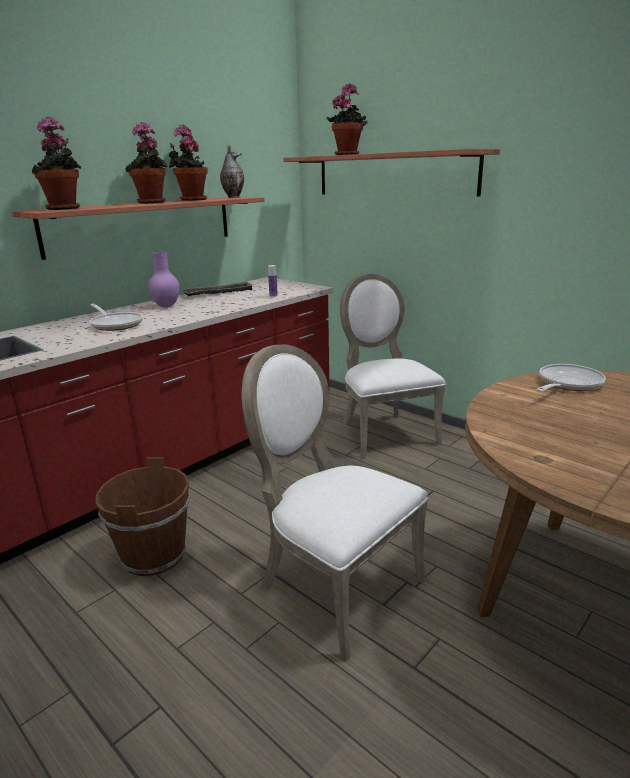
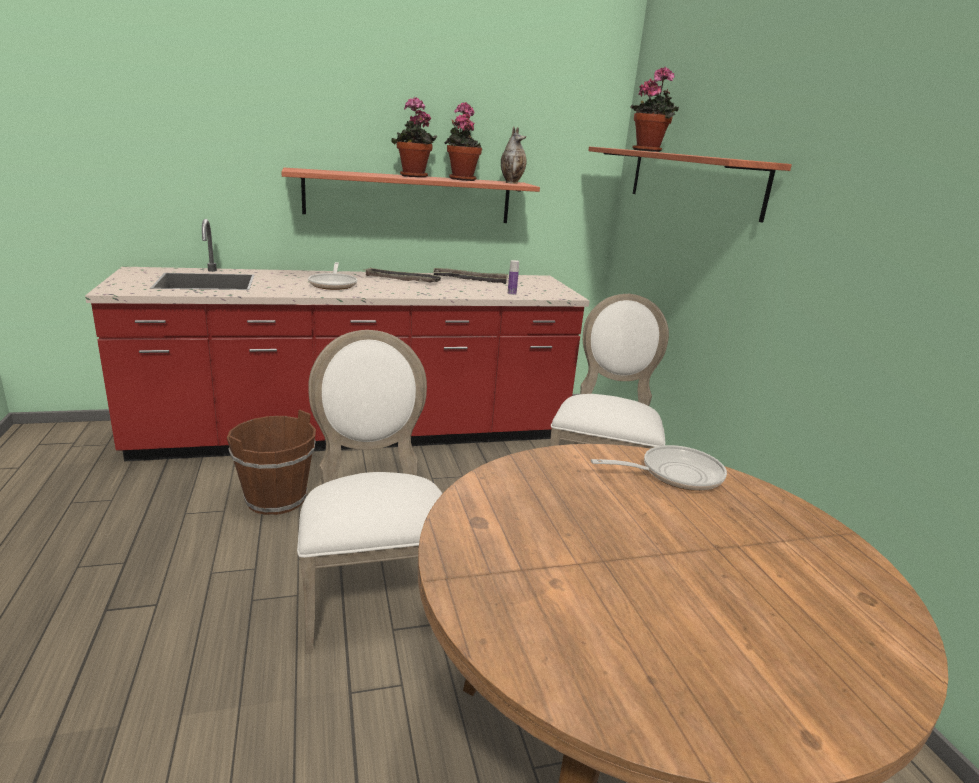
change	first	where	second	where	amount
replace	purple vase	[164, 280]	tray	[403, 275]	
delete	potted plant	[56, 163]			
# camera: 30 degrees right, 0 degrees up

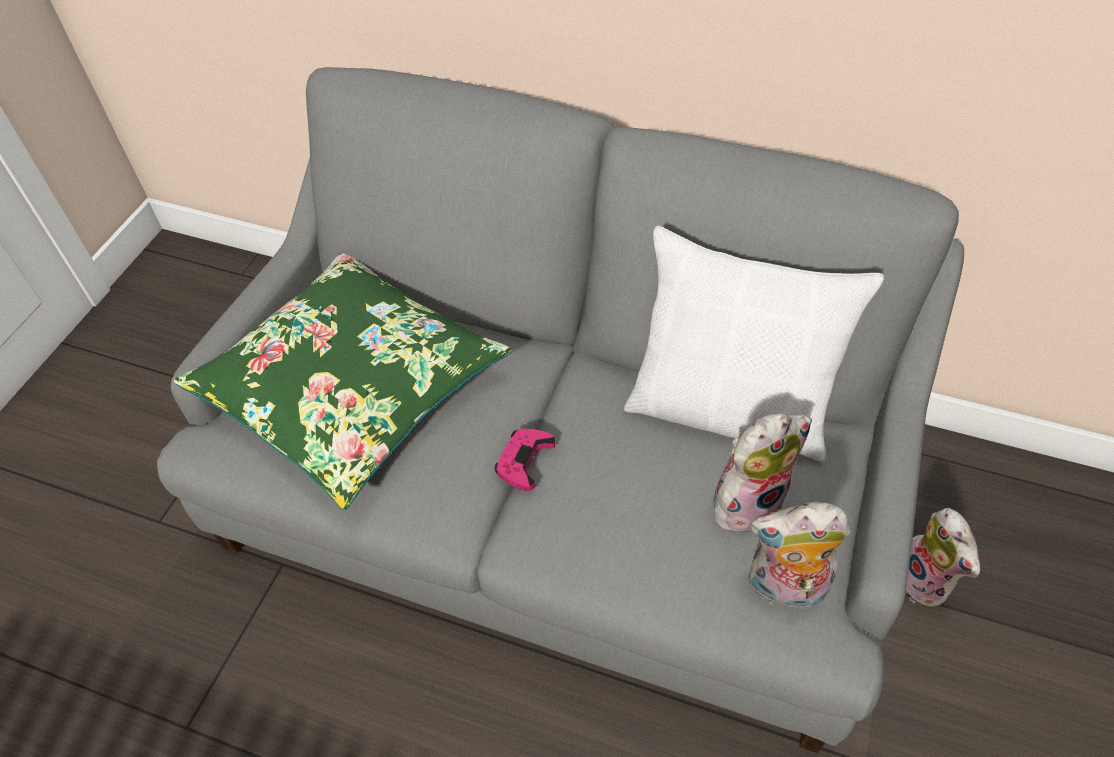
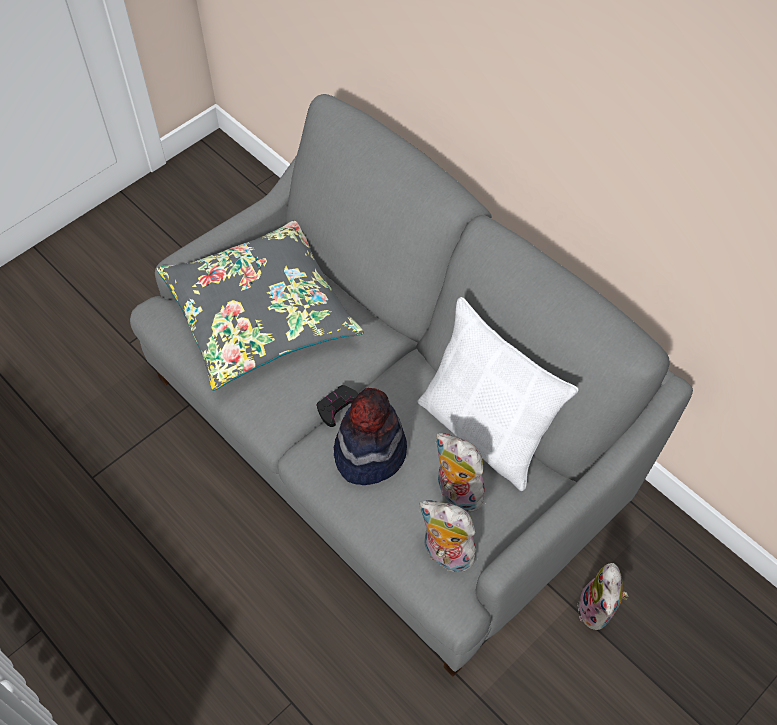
change	first	where	second	where	amount
recolor	green pillow	[343, 381]	grey pillow	[260, 305]	
recolor	pink game controller	[525, 460]	black game controller	[337, 406]	
insert			hat	[370, 436]	
rotate	plush toy	[762, 475]		[460, 472]	135 degrees counterclockwise
# camera: 25 degrees right, 5 degrees up

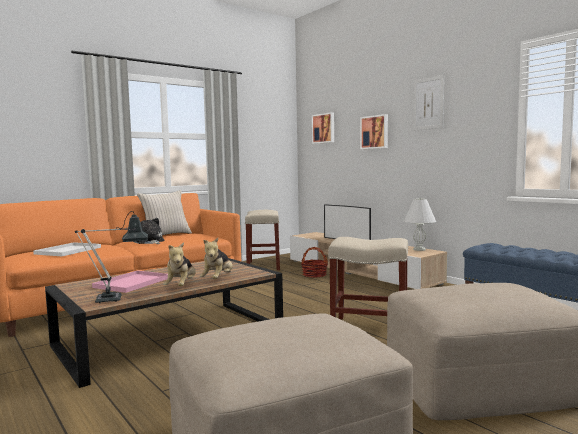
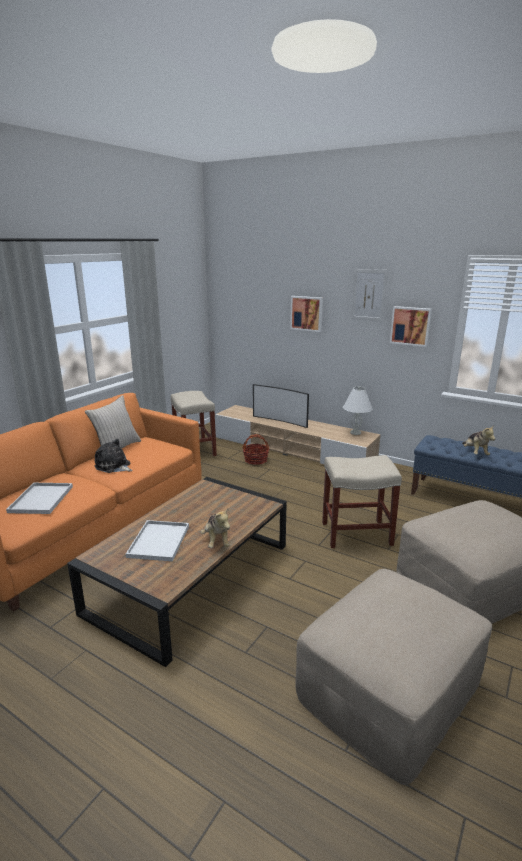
change	first	where	second	where	amount
recolor	pink tray	[130, 281]	white tray	[157, 541]	
move	picture	[323, 128]		[411, 326]	
move	plush toy	[216, 258]		[478, 440]	
delete	table lamp	[111, 257]			
# camera: 20 degrees left, 15 degrees up

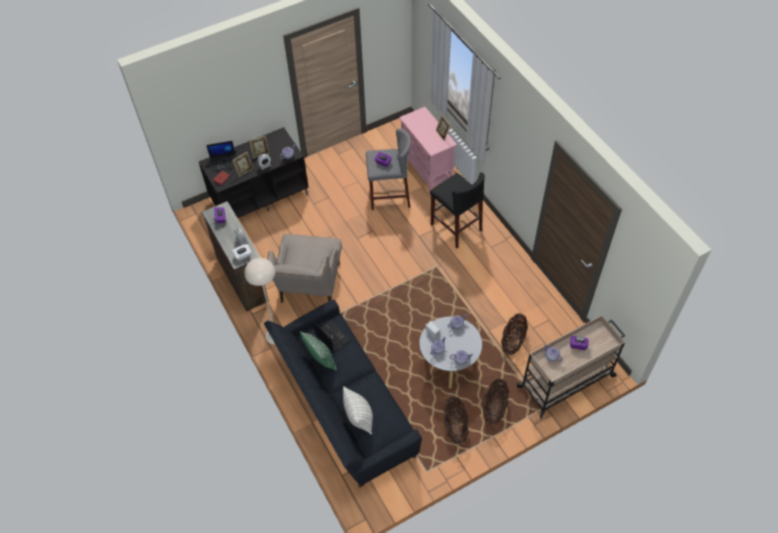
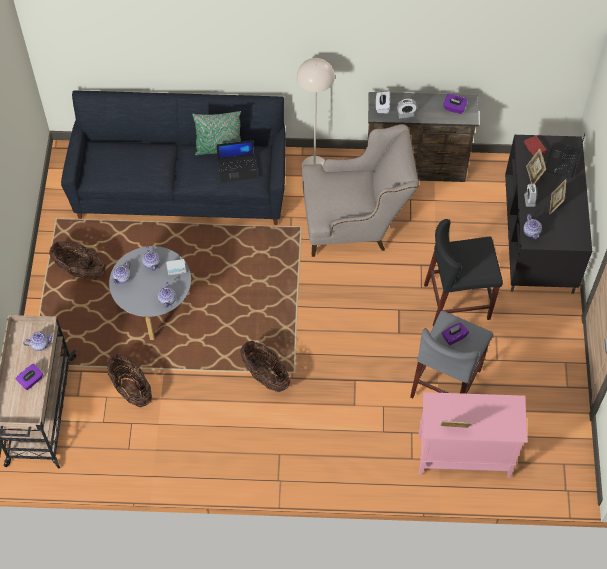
change	first	where	second	where	amount
move	basket	[496, 401]		[265, 366]	
rotate	beige armchair	[304, 268]		[360, 190]	135 degrees clockwise
move	black stool	[457, 210]		[463, 272]	
delete	pillow	[358, 410]			
# camera: 120 degrees right, 5 degrees up

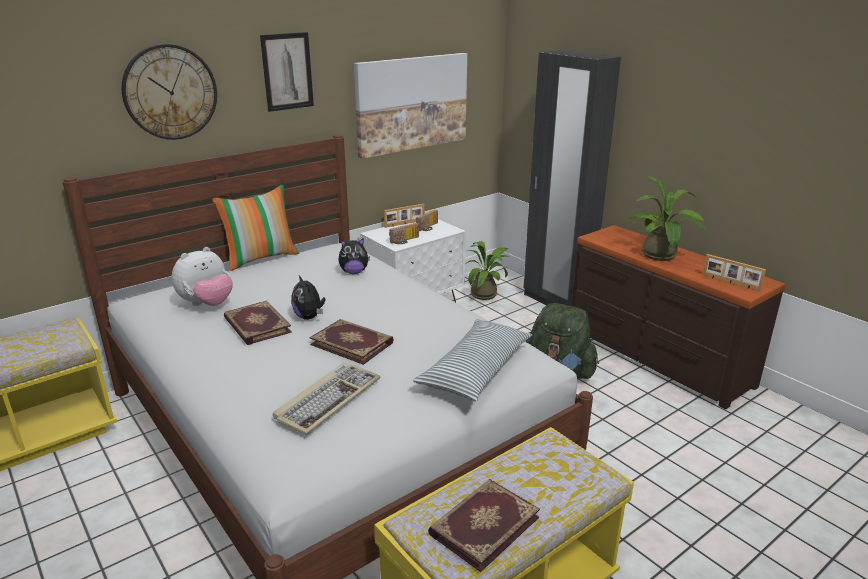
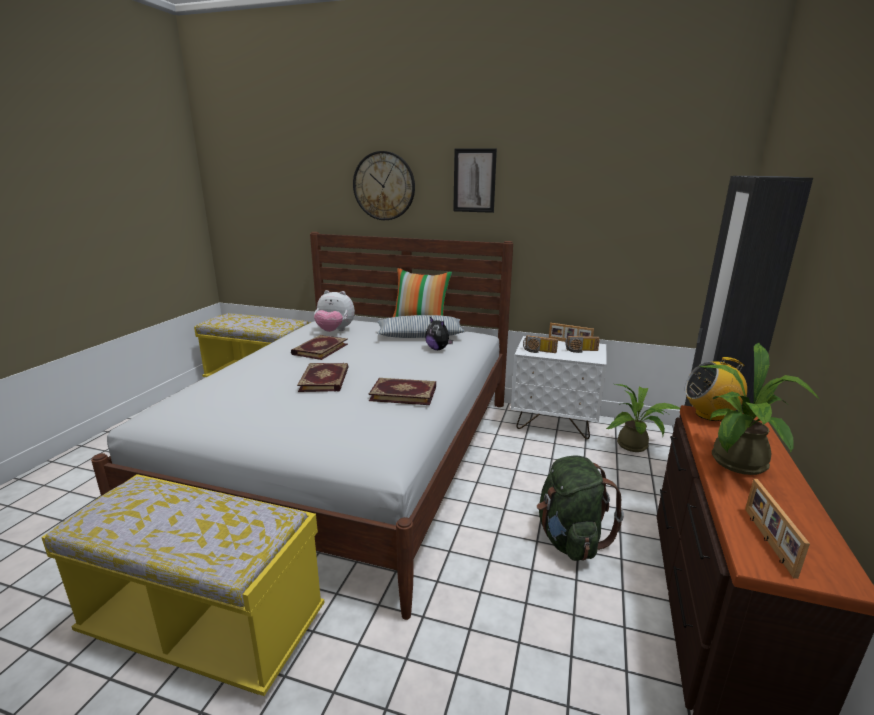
change	first	where	second	where	amount
move	book	[484, 525]		[402, 391]	
move	pillow	[472, 360]		[421, 326]	
insert			radio	[716, 389]	
delete	keyboard	[326, 398]			
delete	plush toy	[308, 297]			
delete	picture	[410, 106]			
# camera: 55 degrees right, 5 degrees down

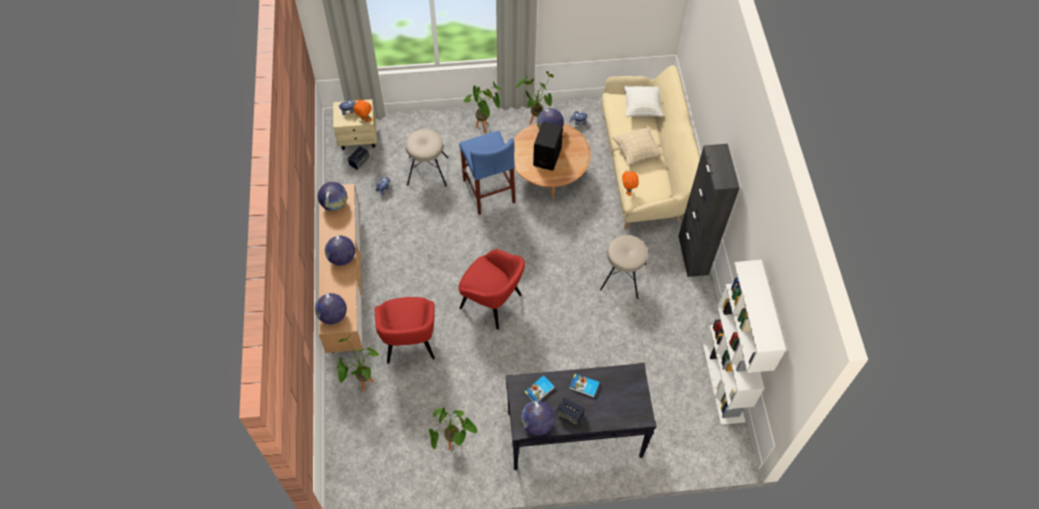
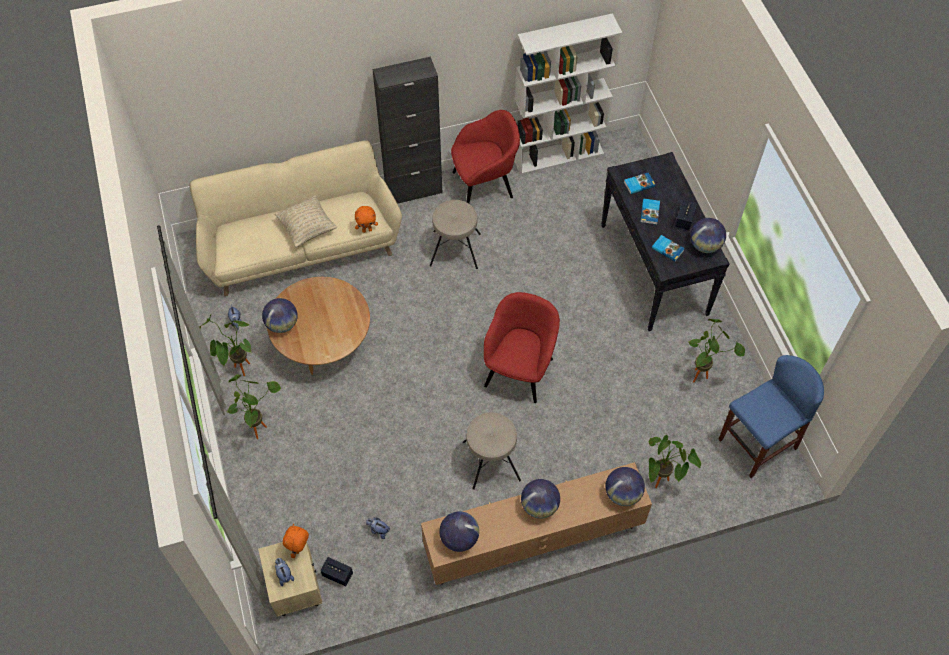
change	first	where	second	where	amount
move	red armchair	[404, 330]		[485, 156]	
move	beige stool	[427, 157]		[492, 451]	
insert			book	[639, 183]	
move	blue stool	[487, 173]		[771, 416]	
delete	black speaker	[548, 146]			
delete	white pillow	[643, 101]			
# camera: 100 degrees left, 0 degrees up

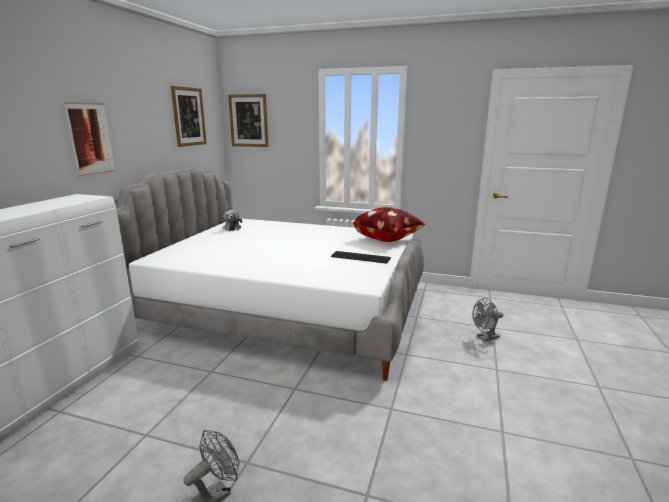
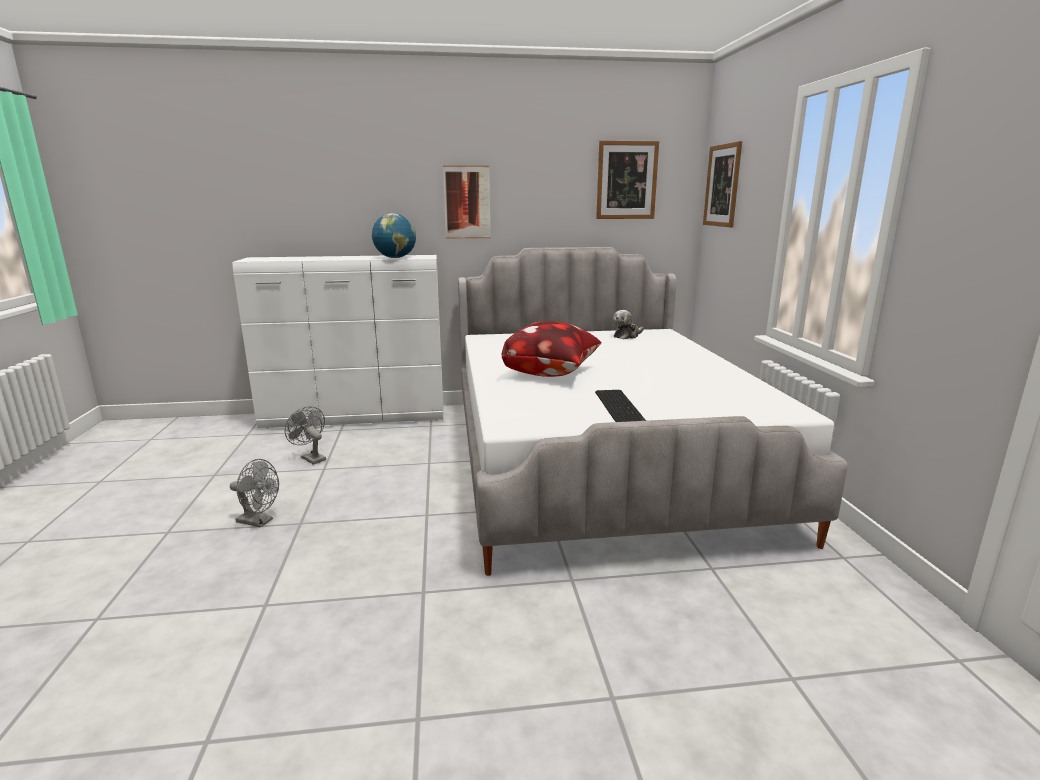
change	first	where	second	where	amount
move	grey fan	[487, 320]		[305, 435]	
insert			globe	[394, 235]	
move	pillow	[389, 224]		[551, 349]	
# camera: 65 degrees right, 0 degrees up

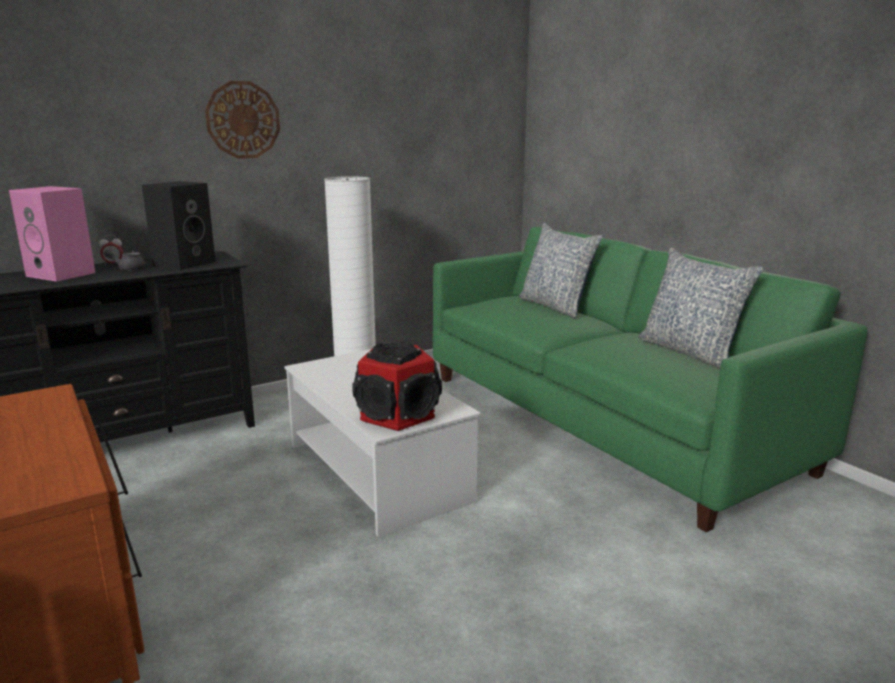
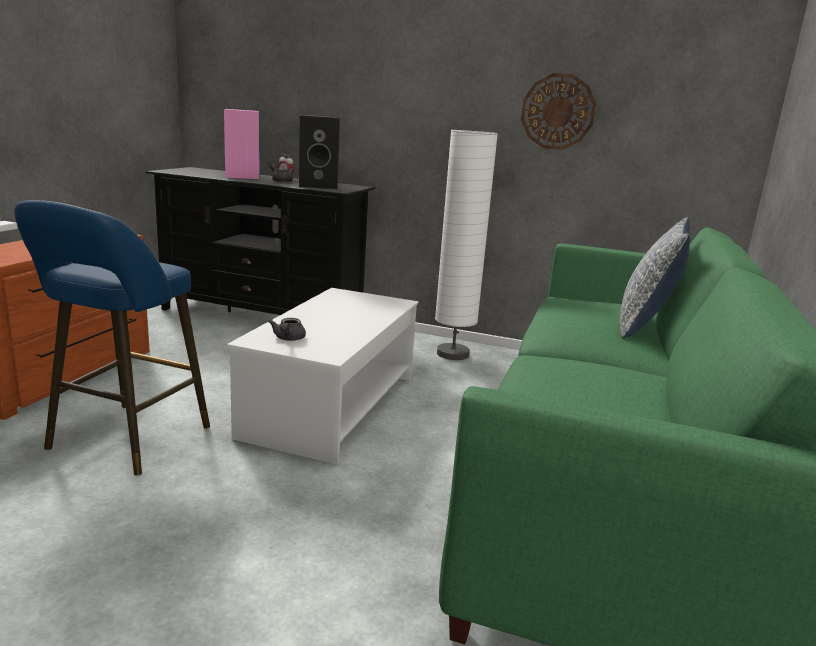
change	first	where	second	where	amount
insert			blue stool	[112, 338]	
replace	speaker	[397, 386]	grey teapot	[287, 329]	
move	wall clock	[242, 120]		[558, 111]	
delete	pillow	[700, 308]			
# camera: 50 degrees right, 0 degrees up

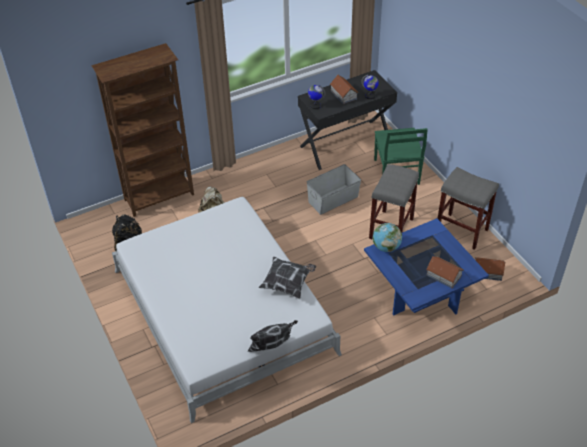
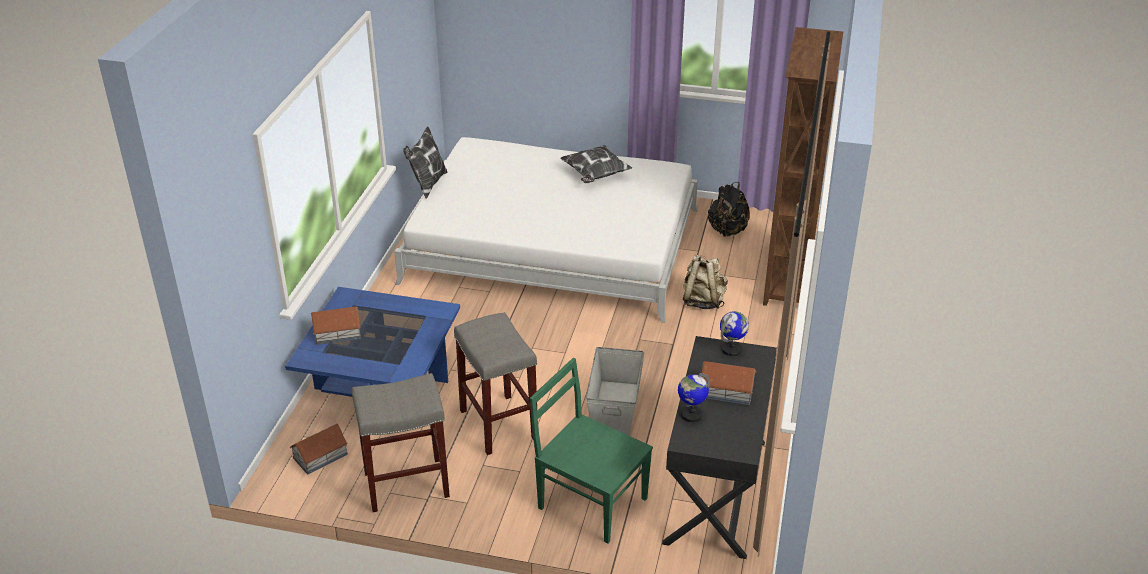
change	first	where	second	where	amount
move	pillow	[287, 278]		[596, 164]	
delete	globe	[387, 237]			
# camera: 130 degrees right, 10 degrees down

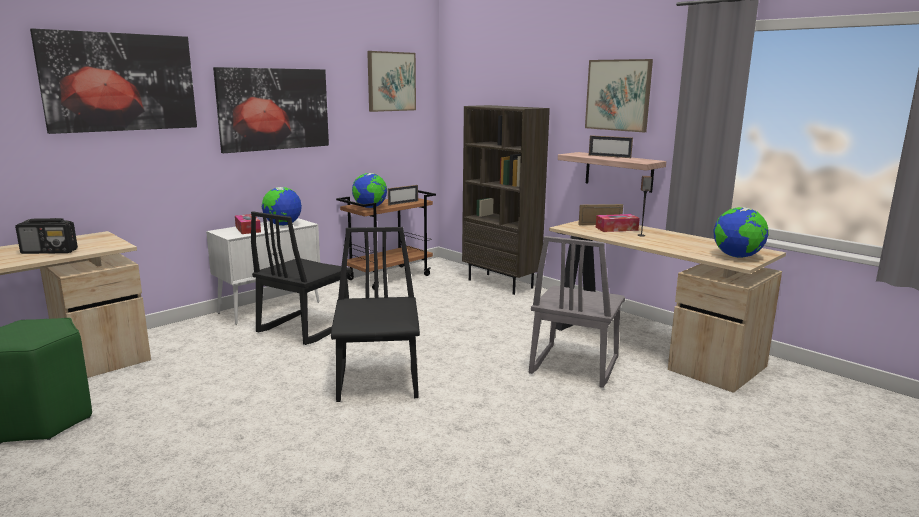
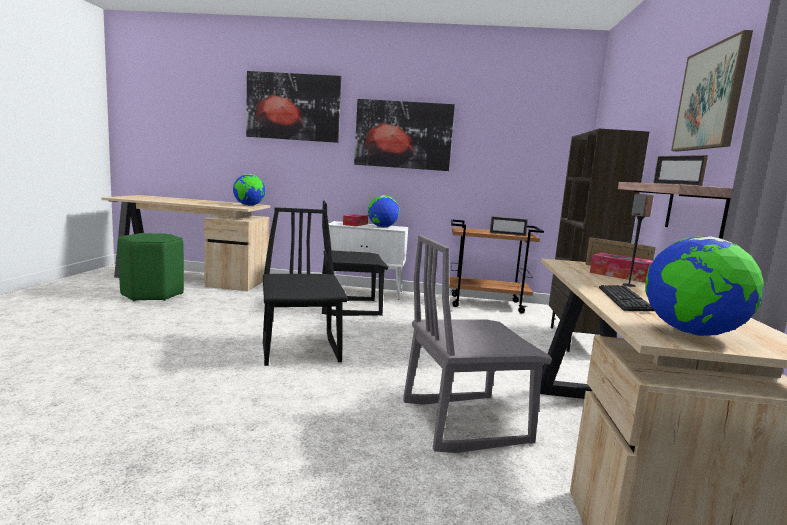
change	first	where	second	where	amount
move	globe	[369, 190]		[249, 190]	
rotate	black chair	[375, 314]		[305, 286]	60 degrees counterclockwise
insert			keyboard	[626, 298]	
delete	radio	[46, 236]			
delete	picture	[391, 81]			
# camera: 50 degrees right, 5 degrees down

